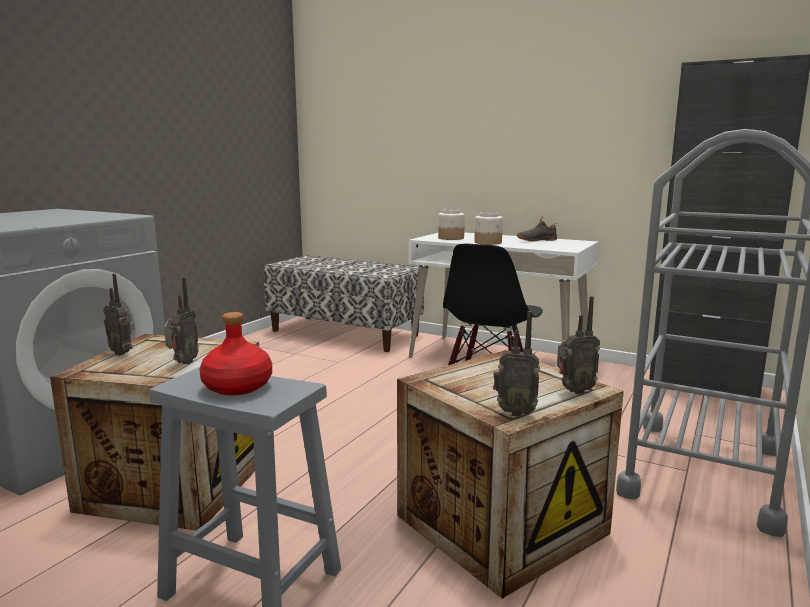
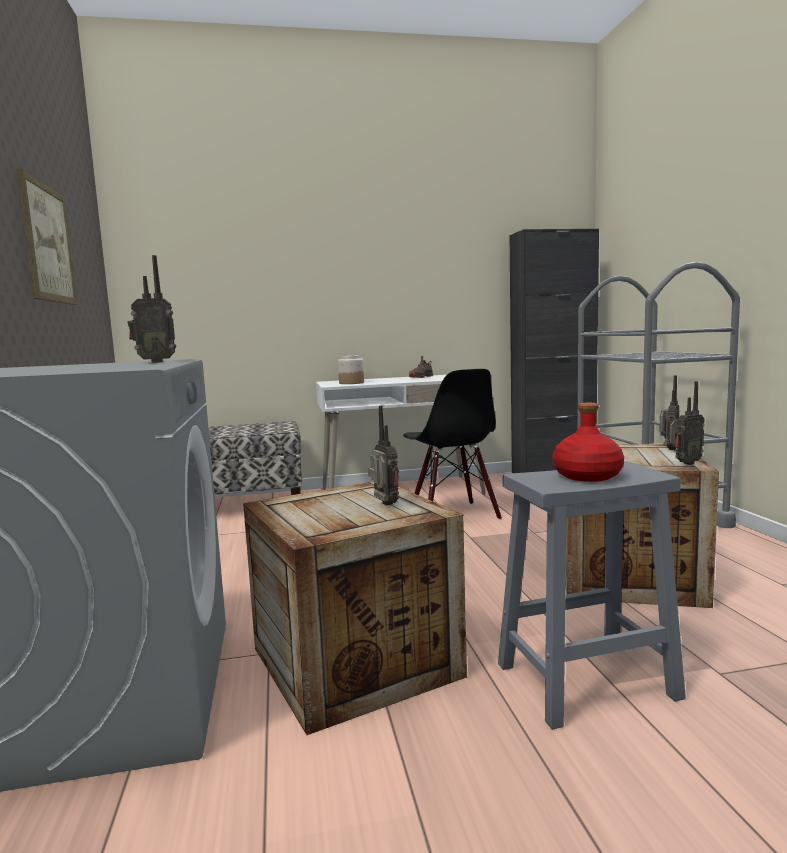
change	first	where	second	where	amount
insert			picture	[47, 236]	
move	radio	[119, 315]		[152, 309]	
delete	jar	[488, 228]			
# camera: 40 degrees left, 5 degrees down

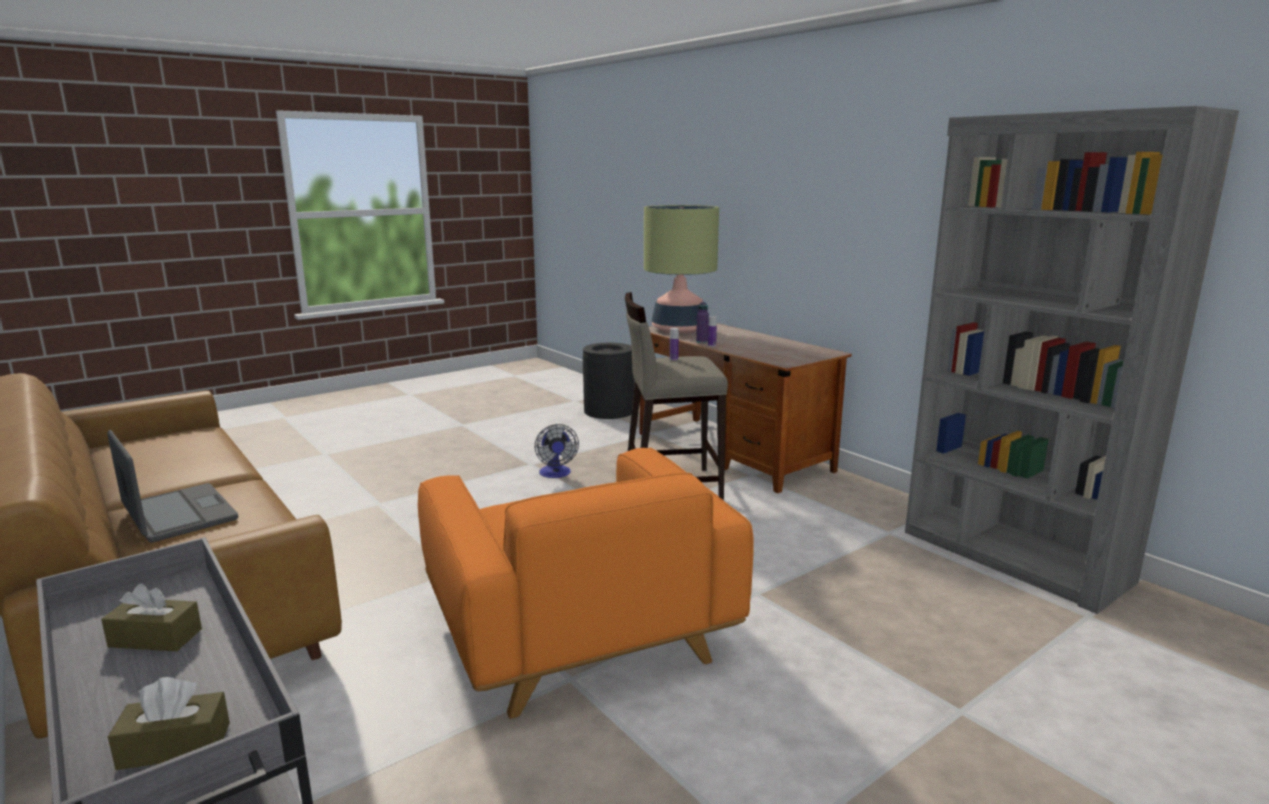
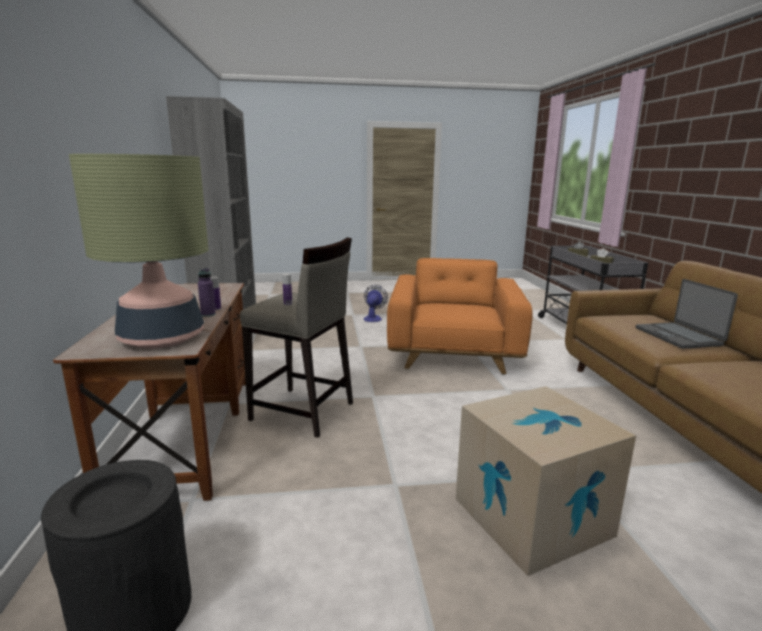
change	first	where	second	where	amount
move	fan	[557, 451]		[376, 303]	
insert			cardboard box	[546, 481]	
# camera: 150 degrees left, 0 degrees up

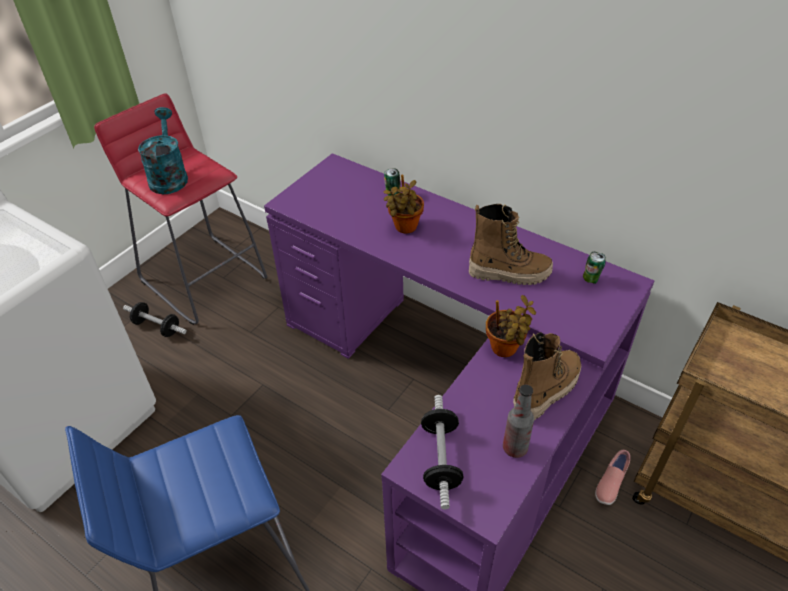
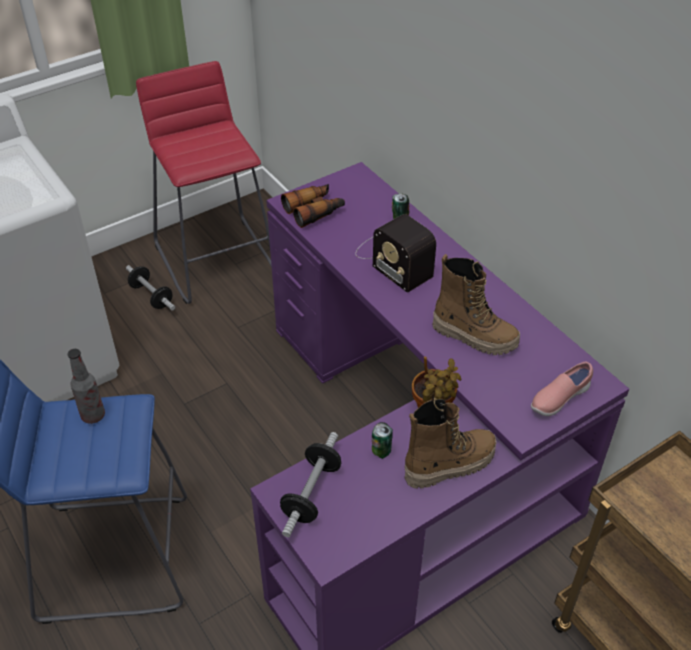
change	first	where	second	where	amount
move	bottle	[518, 421]		[86, 386]	
insert			binoculars	[313, 206]	
replace	potted plant	[403, 204]	radio	[395, 253]	
move	can	[594, 268]		[382, 440]	
move	pink shoe	[612, 477]		[562, 388]	
delete	turquoise watering can	[163, 150]			
# camera: 20 degrees right, 0 degrees up

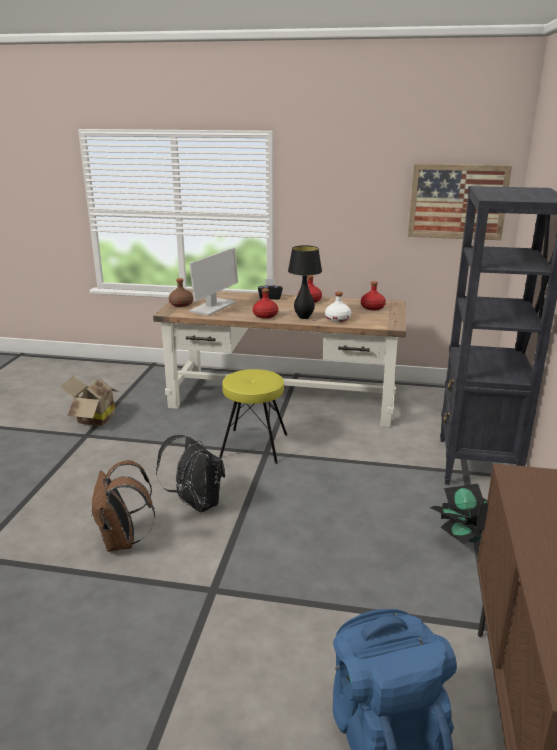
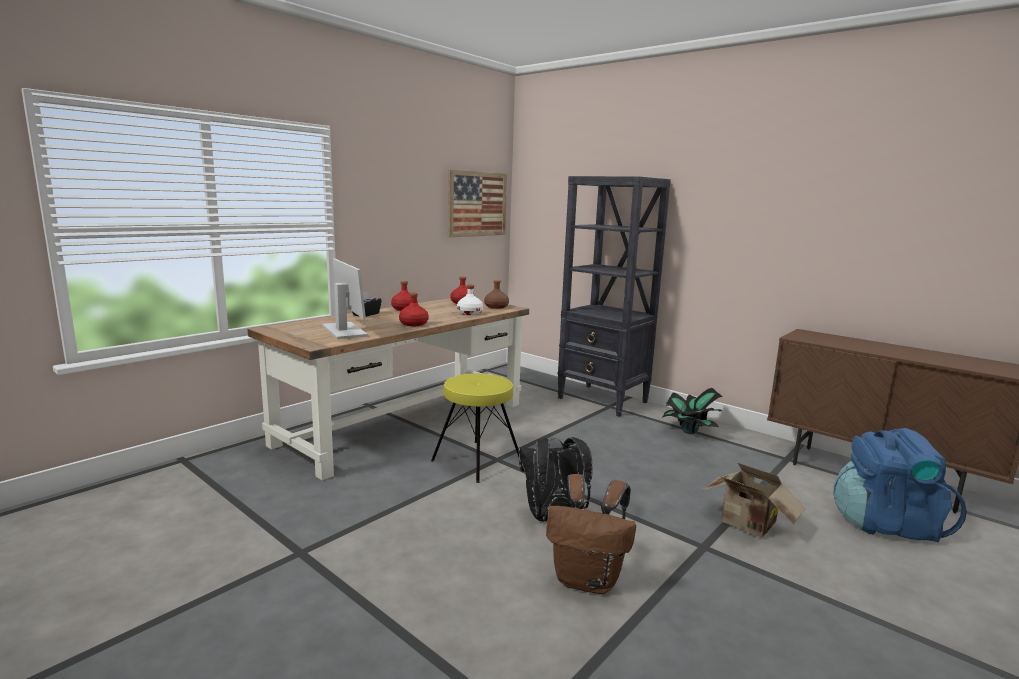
change	first	where	second	where	amount
move	brown bottle	[181, 292]		[496, 294]	
move	cardboard box	[89, 401]		[754, 500]	
delete	black table lamp	[305, 282]			
# camera: 60 degrees left, 10 degrees down

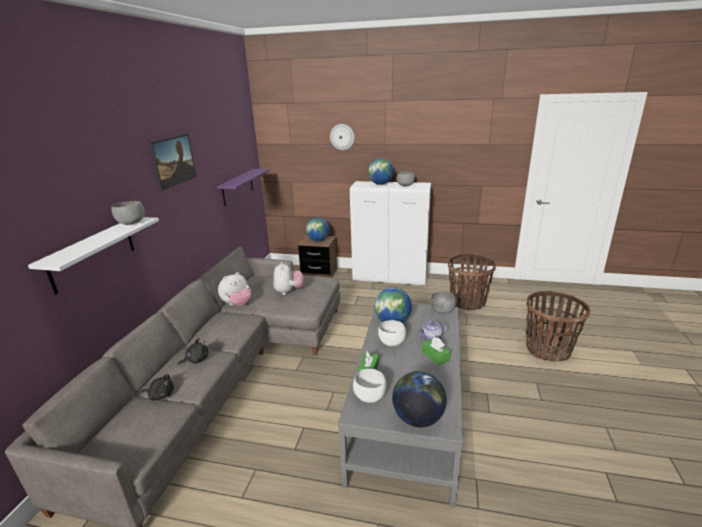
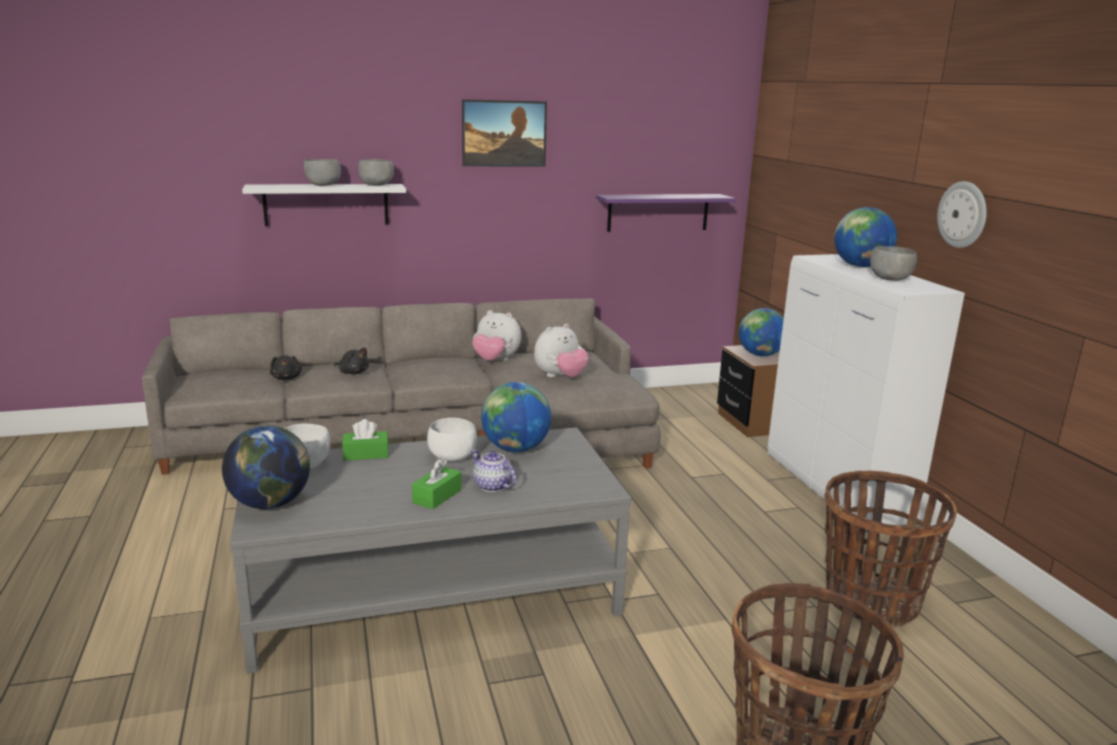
change	first	where	second	where	amount
move	grey bowl	[443, 302]		[322, 172]	
move	wall clock	[342, 137]		[962, 214]	
# camera: 60 degrees right, 5 degrees down

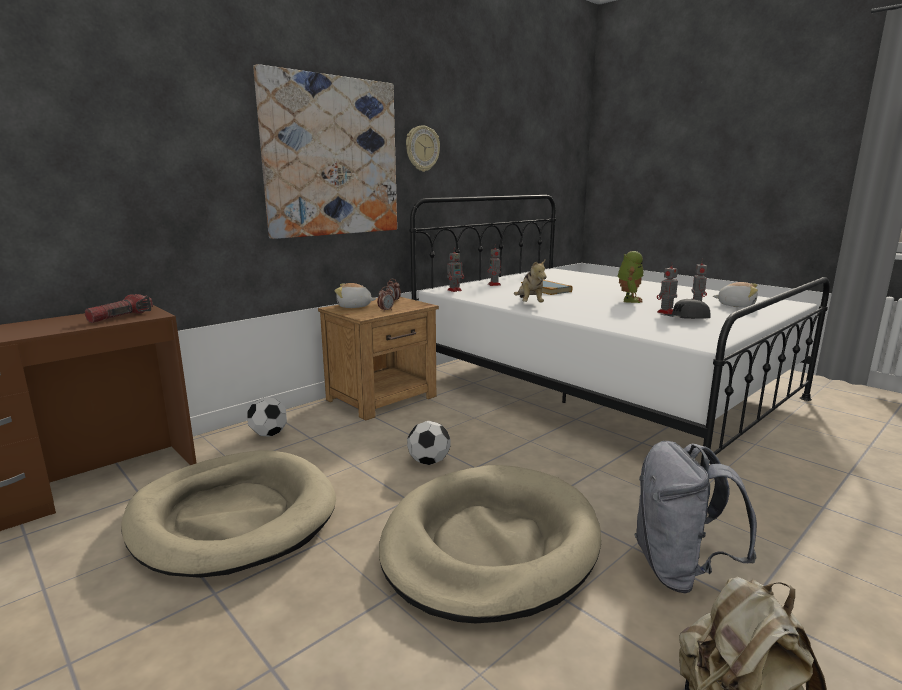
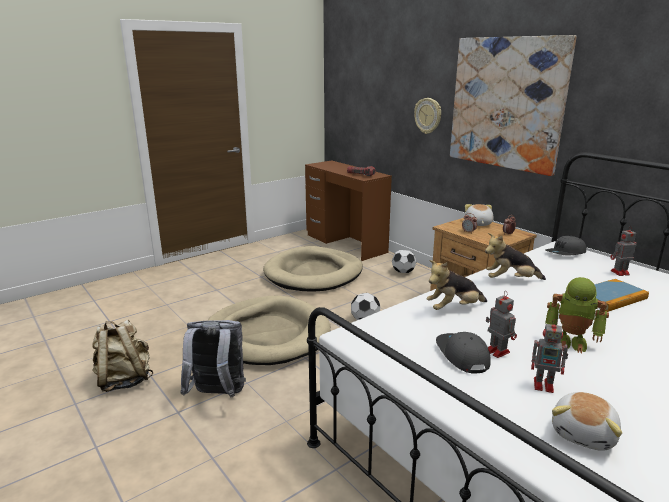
change	first	where	second	where	amount
move	wall clock	[423, 149]		[427, 116]	
insert			plush toy	[457, 285]	
replace	toy robot	[455, 271]	grey cap	[565, 246]	
# camera: 95 degrees right, 5 degrees up

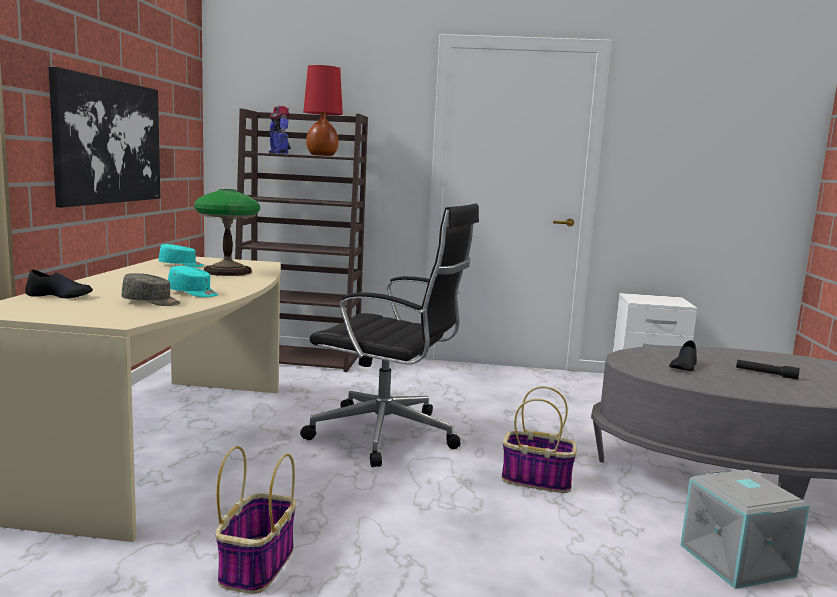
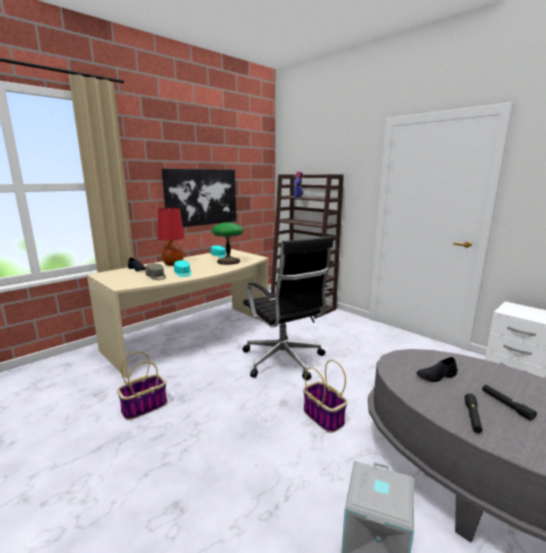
change	first	where	second	where	amount
move	red table lamp	[323, 110]		[171, 237]	
insert			black flashlight	[473, 413]	
# camera: 40 degrees right, 5 degrees up

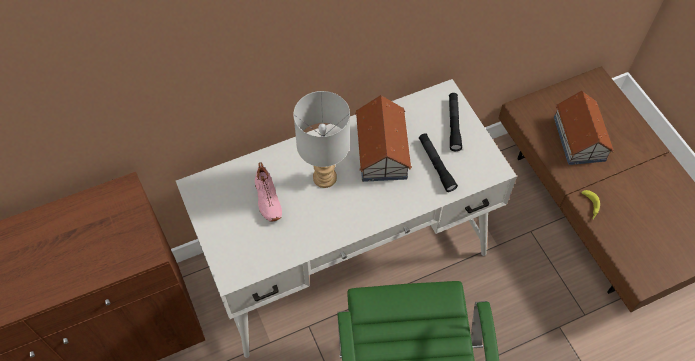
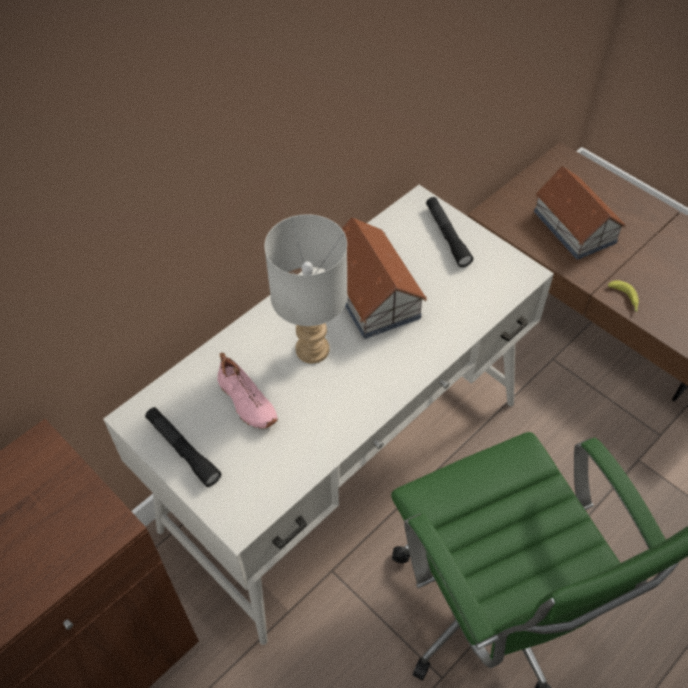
change	first	where	second	where	amount
move	black flashlight	[438, 162]		[183, 447]	
# camera: 20 degrees left, 5 degrees down

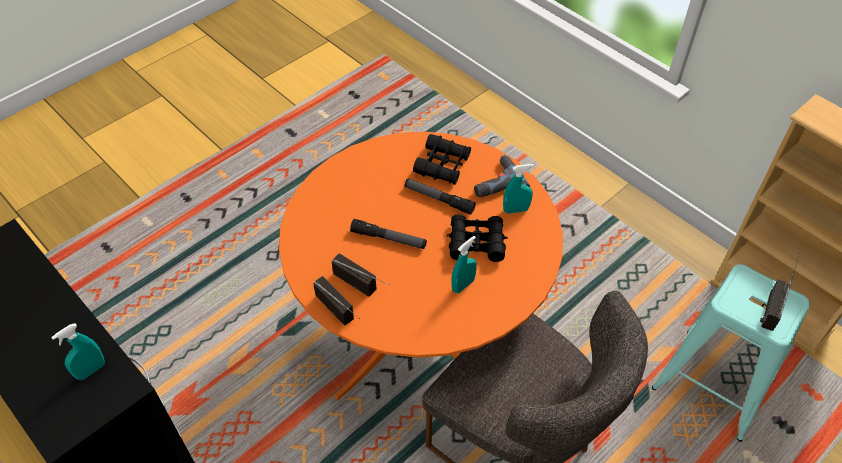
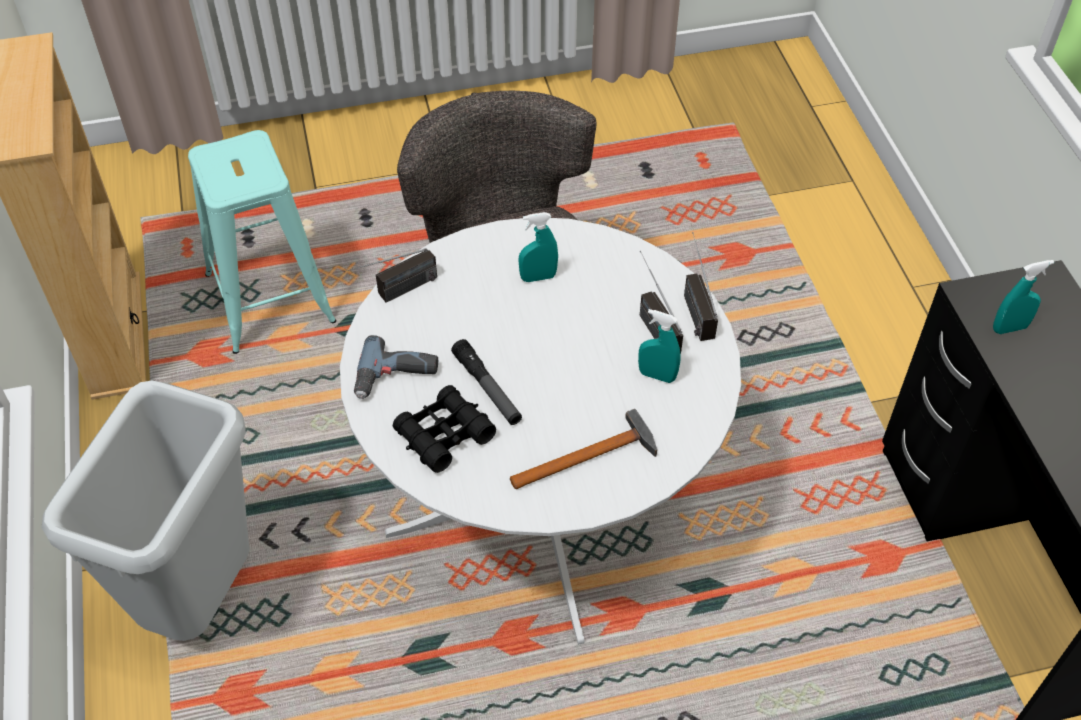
change	first	where	second	where	amount
insert			grey trash can	[146, 511]	
recolor	orange dining table	[421, 266]	white dining table	[540, 431]	
move	radio	[780, 292]		[390, 275]	
insert			hammer	[583, 449]	
move	turquoise spray bottle	[518, 188]		[659, 346]	
delete	flashlight	[388, 234]			
delete	black binoculars	[477, 238]			
# camera: 150 degrees left, 0 degrees up

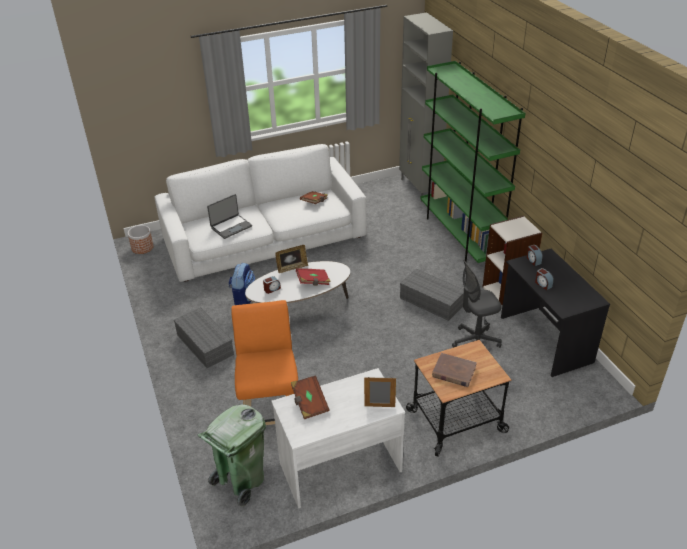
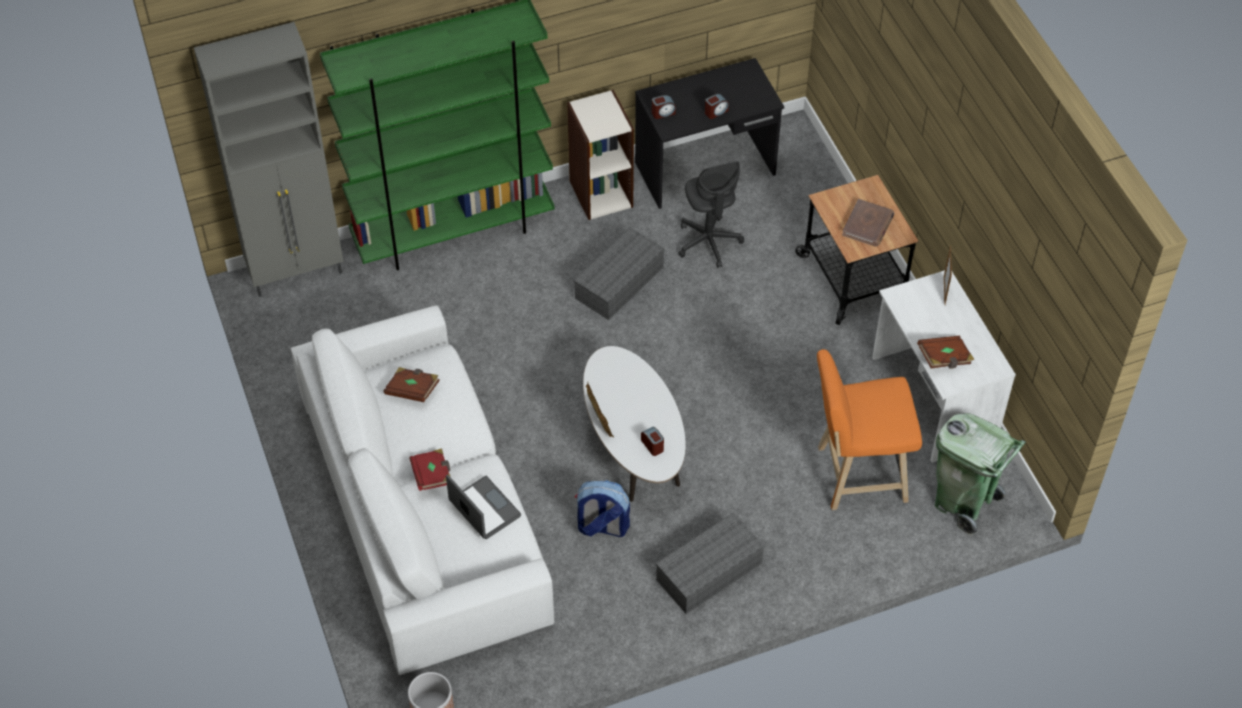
change	first	where	second	where	amount
move	red book	[313, 276]		[430, 470]	
# camera: 90 degrees left, 15 degrees up

